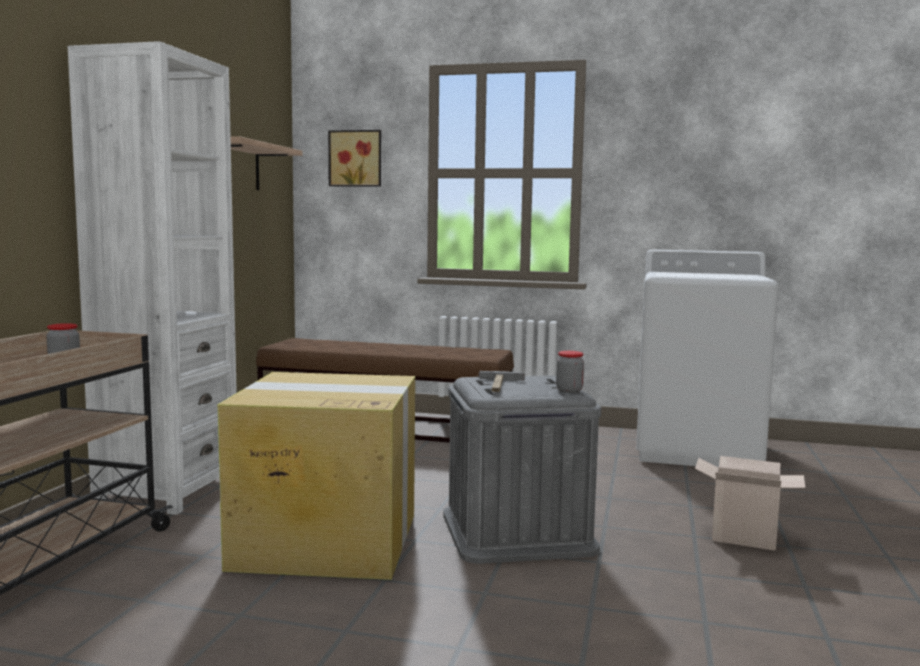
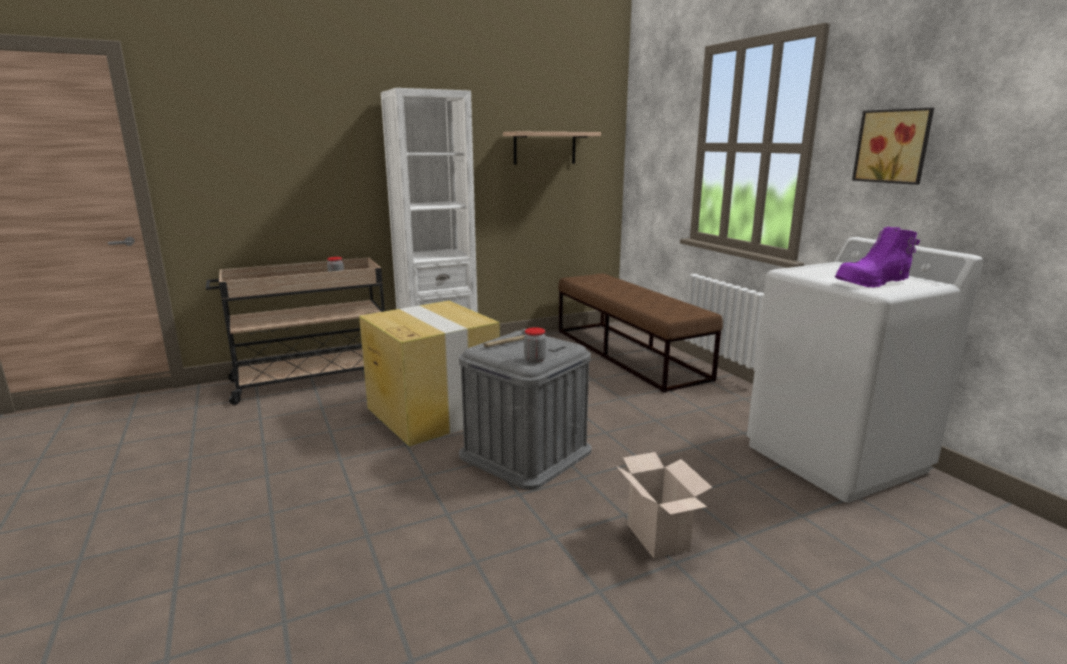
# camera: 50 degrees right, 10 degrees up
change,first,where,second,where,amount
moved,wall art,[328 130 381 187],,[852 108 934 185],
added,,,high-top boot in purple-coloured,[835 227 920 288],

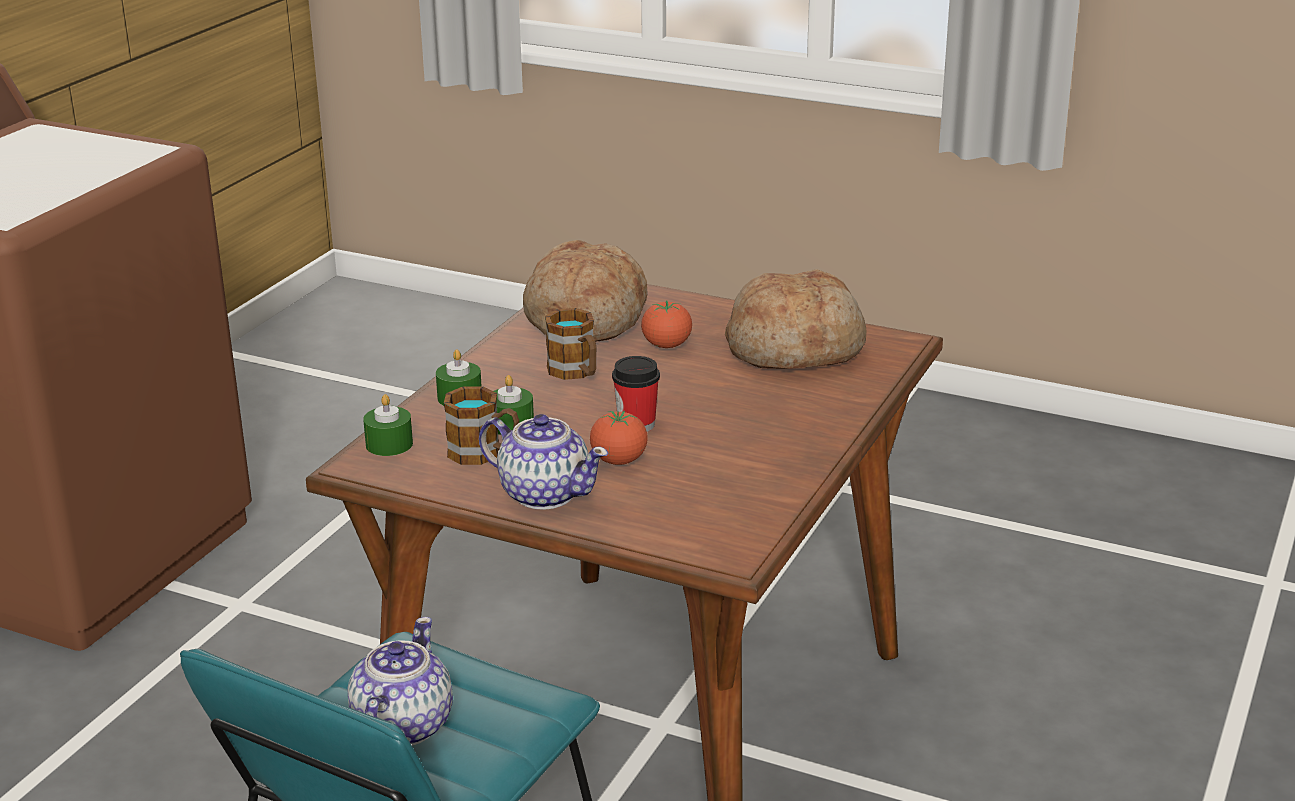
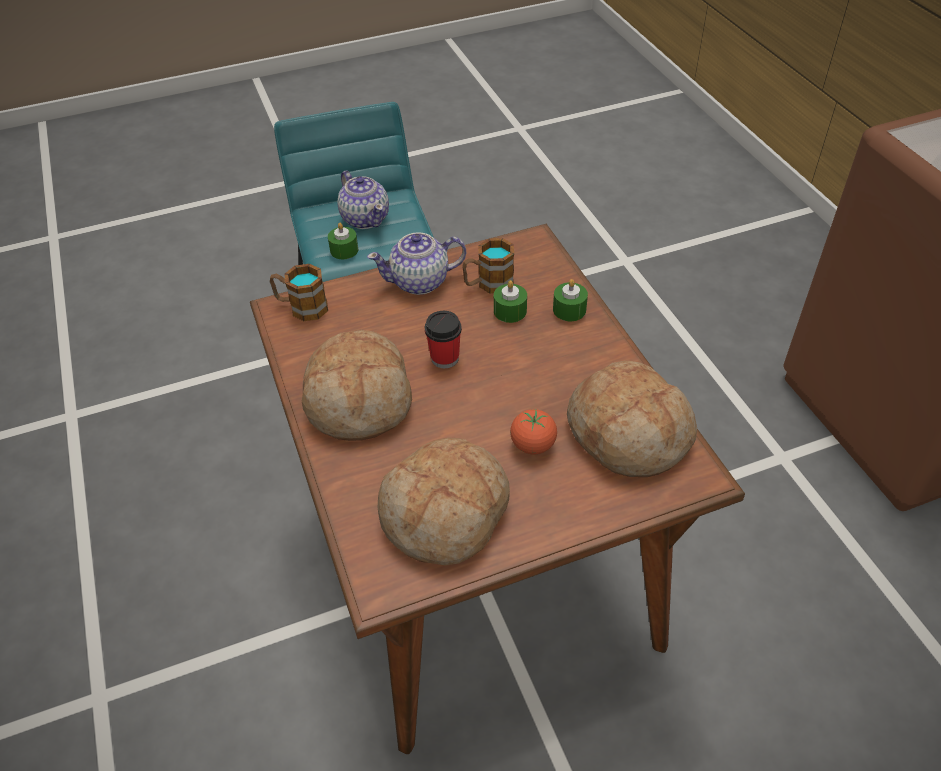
# camera: 135 degrees right, 20 degrees up
change,first,where,second,where,amount
moved,wax candle in green,[363 394 413 456],,[328 223 358 259],
moved,coffee mug,[545 308 597 380],,[270 264 328 321],
removed,tomato,[590 411 648 465],,,
added,,,bakery bread,[302 330 412 441],

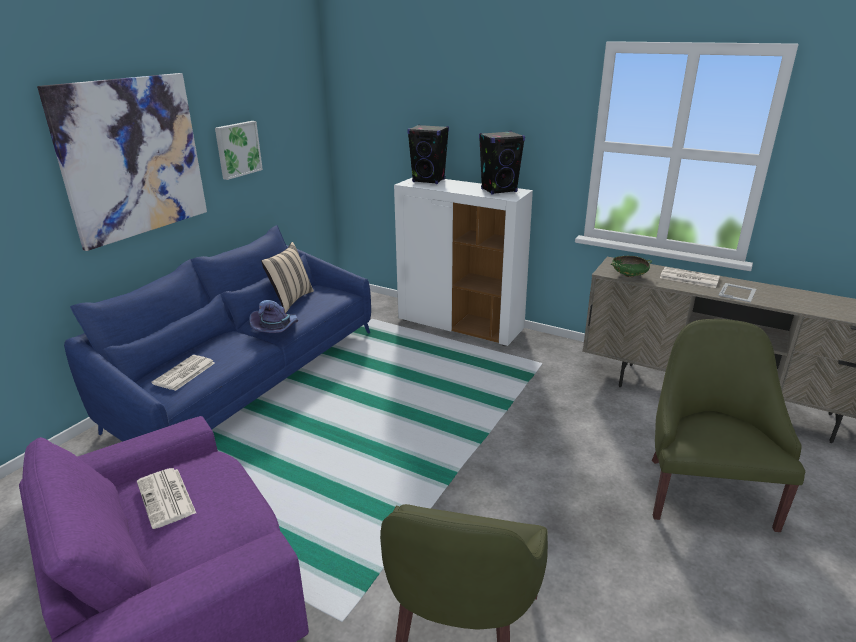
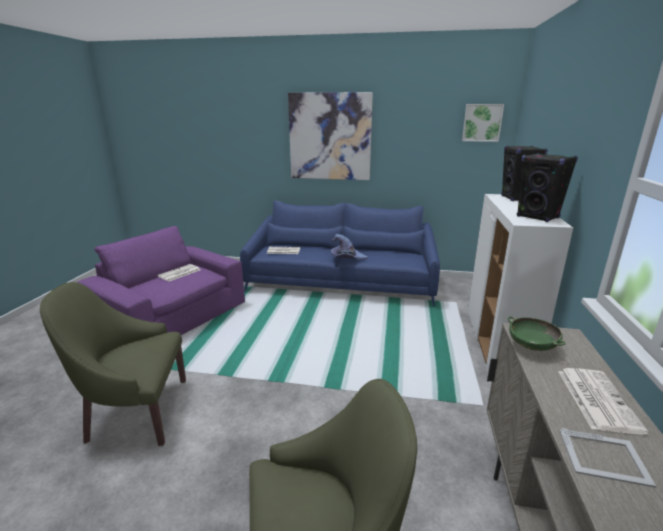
# camera: 70 degrees right, 5 degrees down
change,first,where,second,where,amount
moved,wall art,[215 121 263 180],,[462 104 504 142],
removed,throw pillow in beige,[261 242 314 313],,,

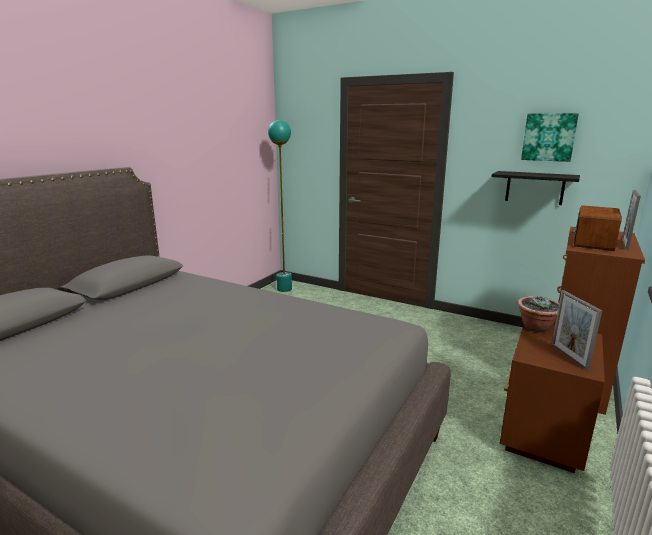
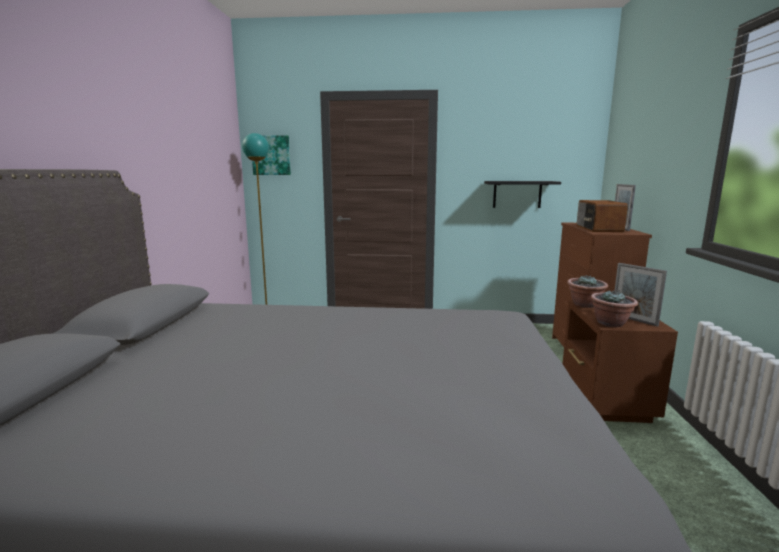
# camera: 25 degrees left, 5 degrees down
change,first,where,second,where,amount
moved,wall art,[521 113 579 162],,[252 135 291 175],
added,,,potted plant,[590 290 638 327],

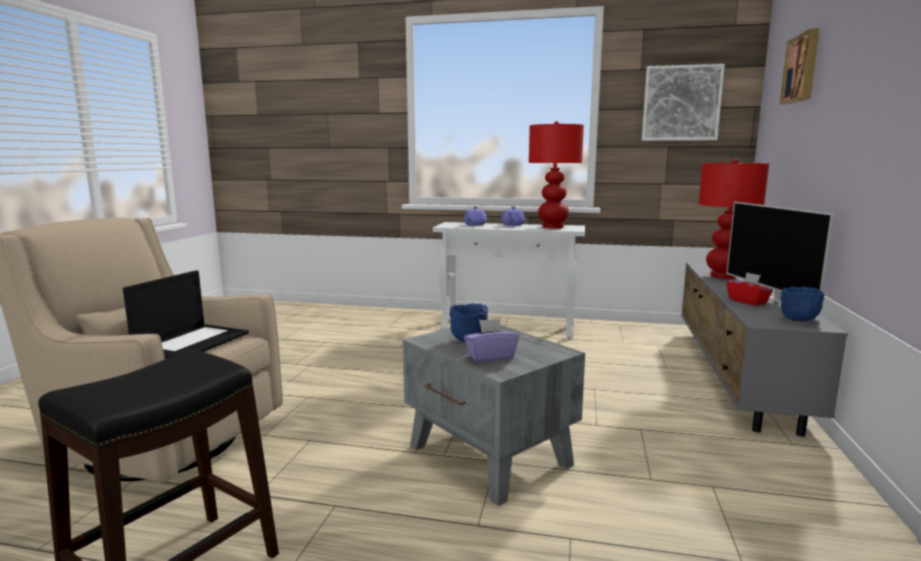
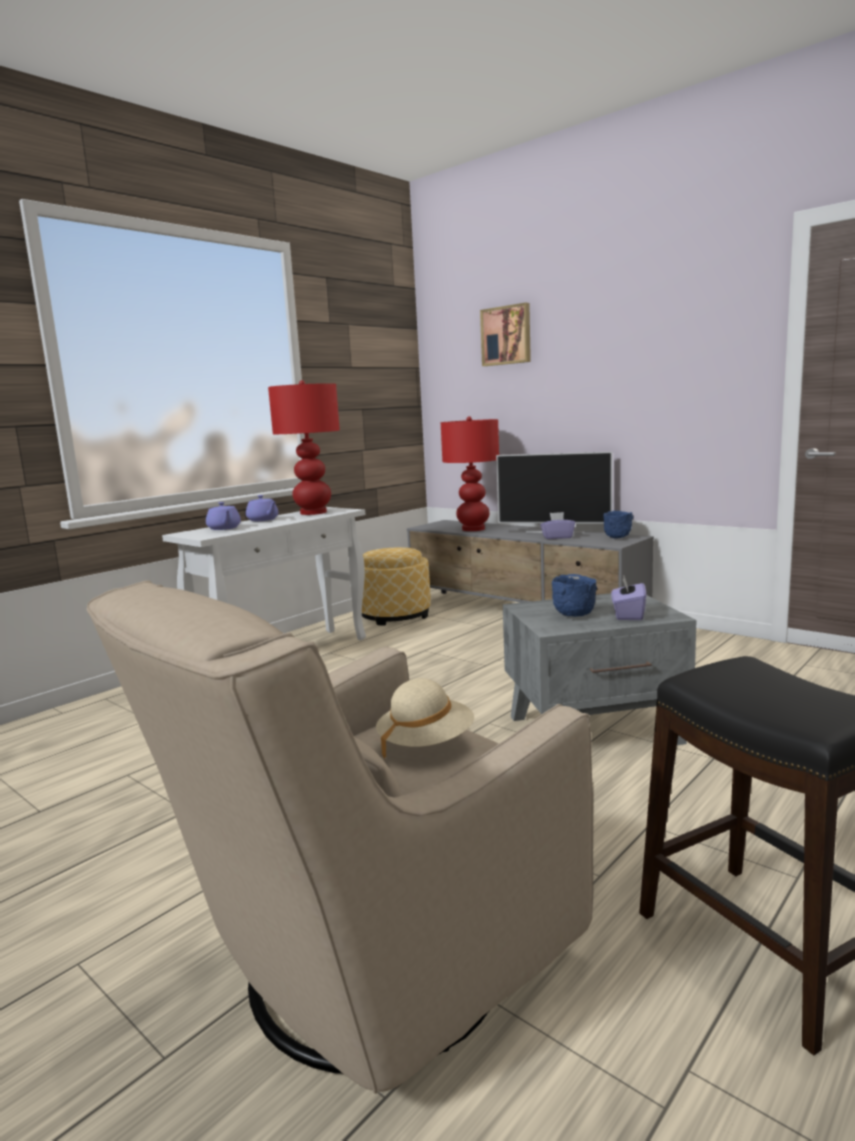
# camera: 60 degrees left, 0 degrees up
change,first,where,second,where,amount
replaced,notebook computer,[123 270 249 359],wearable hat in beige,[376 678 474 759],
removed,wall art,[642 64 725 141],,,
recoloured,box of tissues in red-coloured,[727 273 773 306],box of tissues in purple-coloured,[540 512 575 539],
added,,,pouffe,[362 547 431 626],

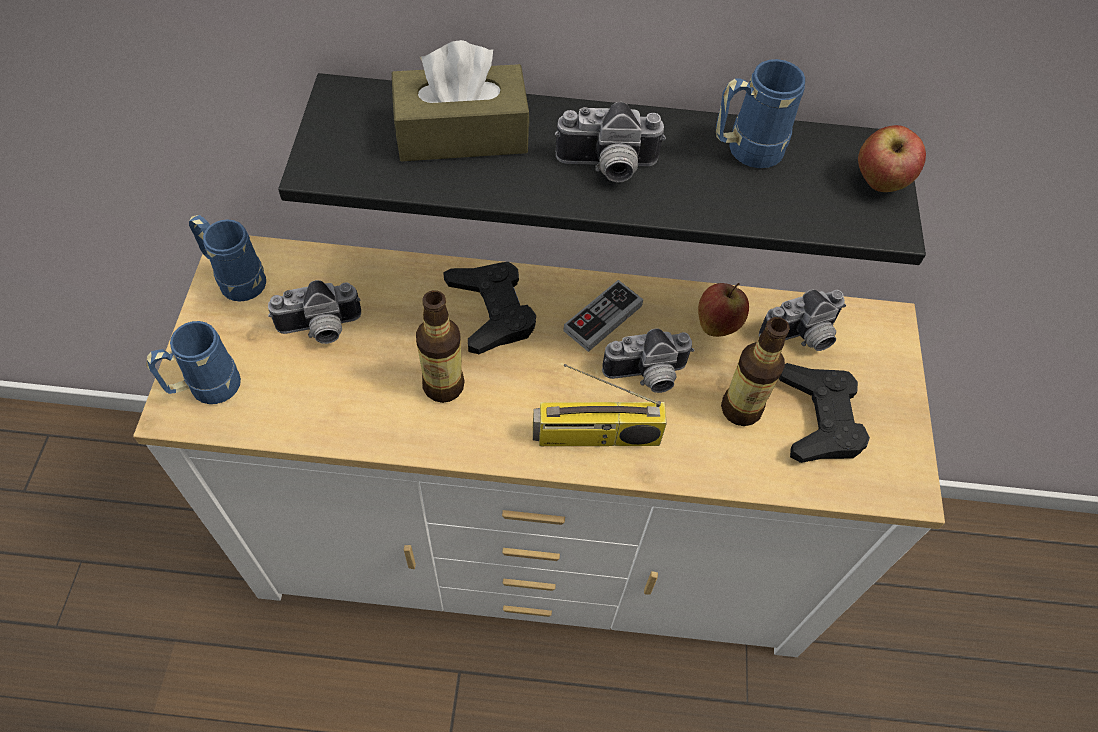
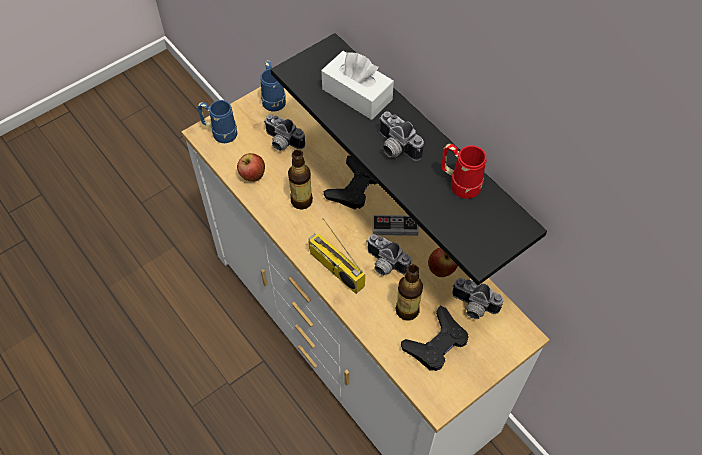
# camera: 50 degrees right, 0 degrees up
change,first,where,second,where,amount
recoloured,box of tissues in brownish,[392 40 530 161],box of tissues in white,[321 51 394 120],
recoloured,coffee mug in bluish,[716 59 805 168],coffee mug in red-coloured,[442 144 486 199],
moved,apple,[858 125 926 192],,[237 153 265 182],

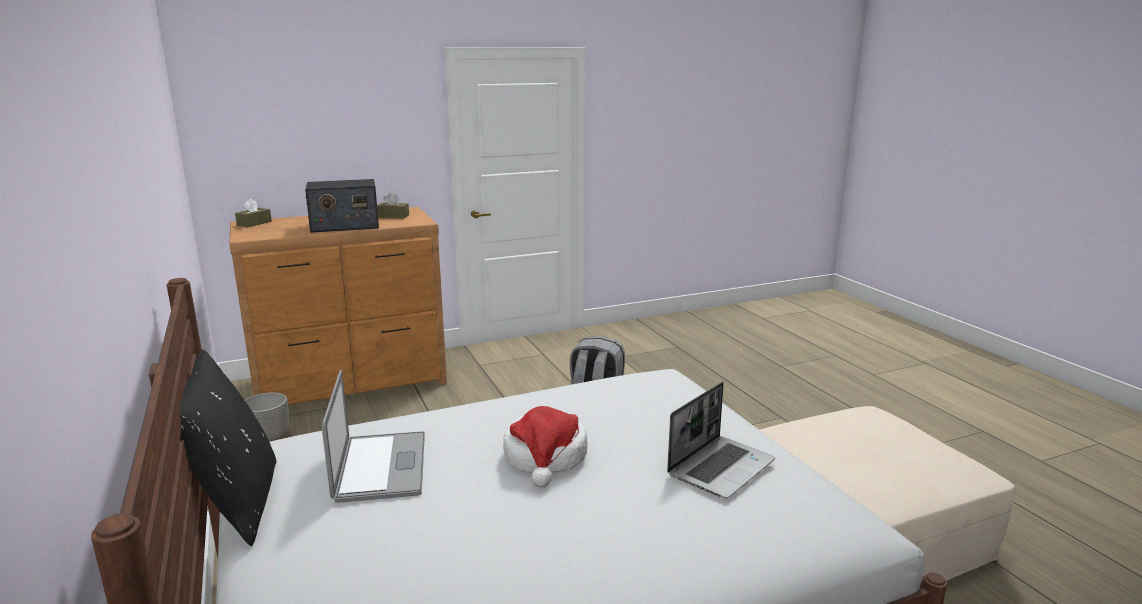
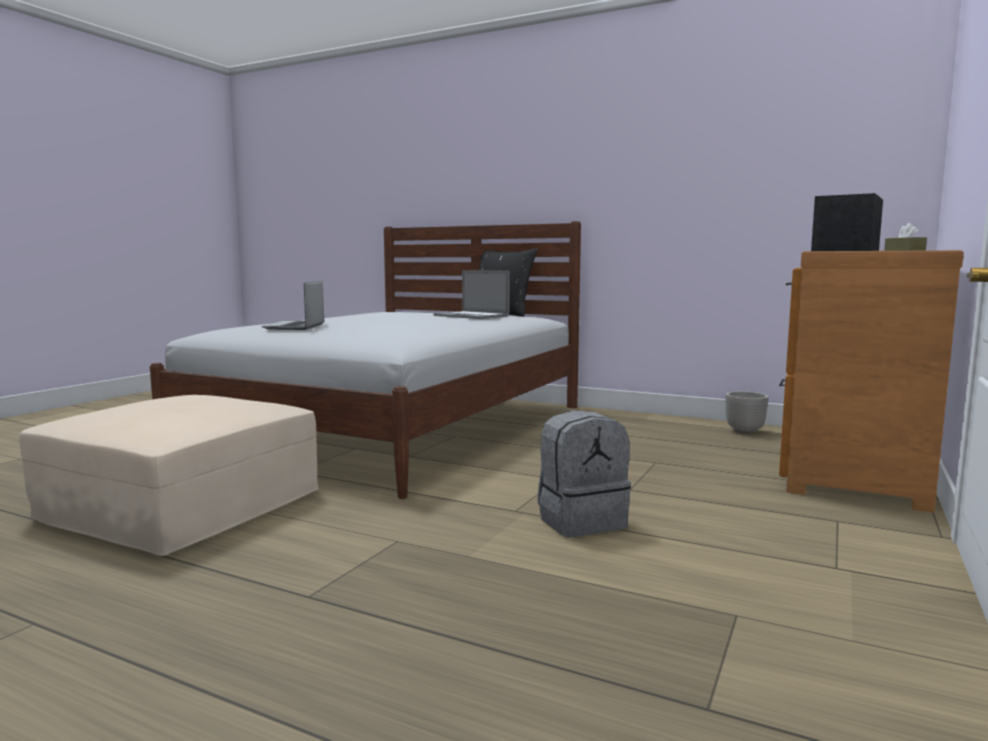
# camera: 140 degrees right, 10 degrees down
change,first,where,second,where,amount
removed,box of tissues in brownish,[377 193 409 219],,,
removed,wearable hat,[503 406 588 487],,,

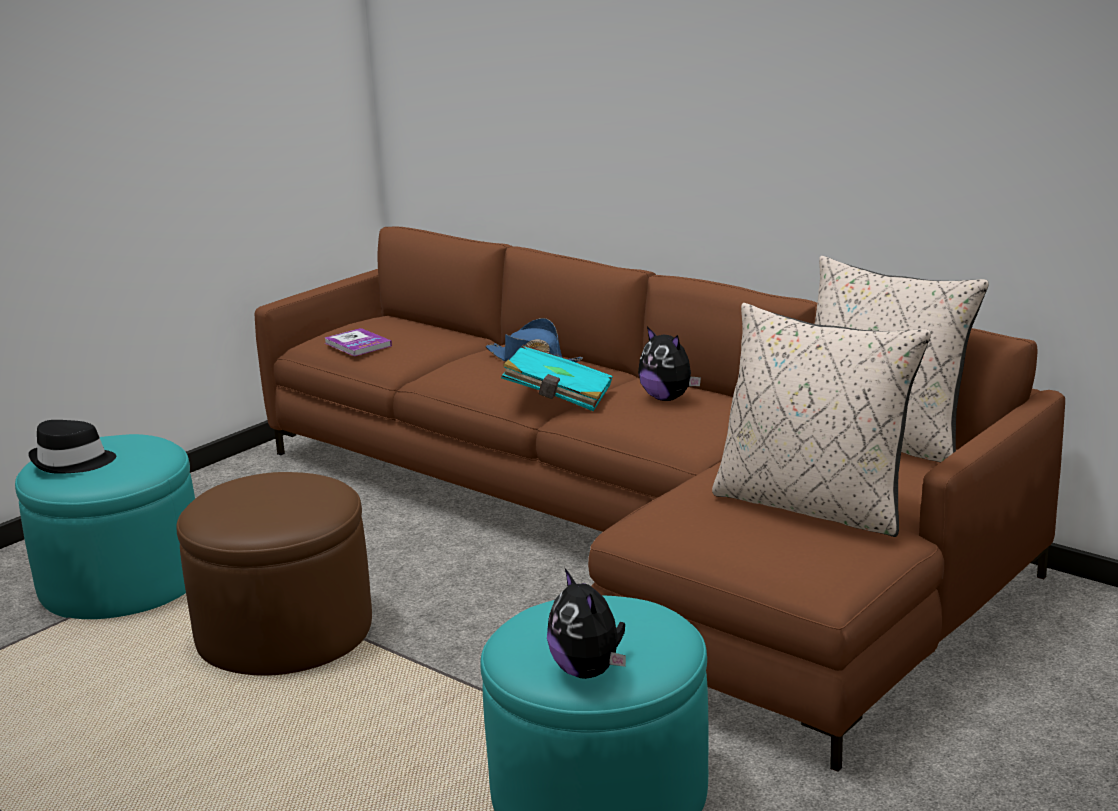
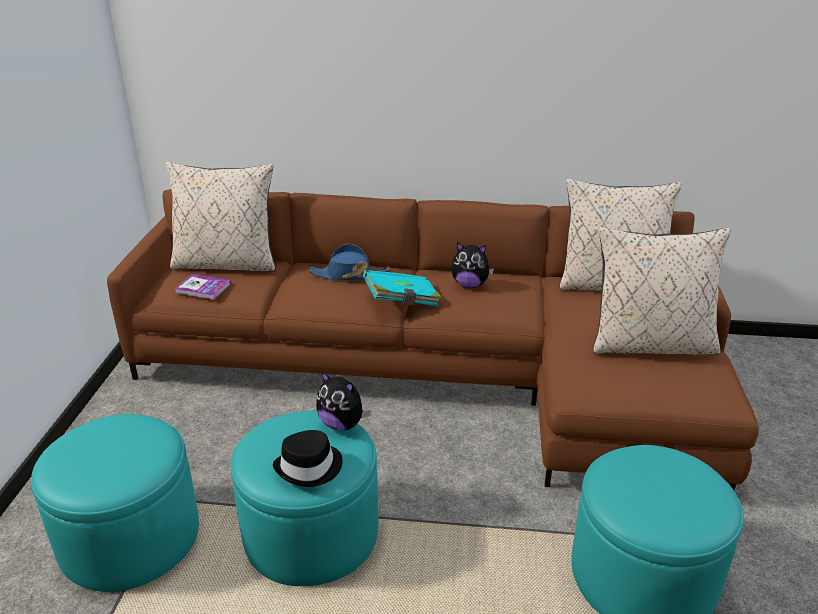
# camera: 35 degrees left, 10 degrees up
change,first,where,second,where,amount
moved,wearable hat in blackish,[28 420 116 474],,[273 430 343 487],
recoloured,pouffe in brownish,[177 472 372 676],pouffe in turquoise,[231 411 378 586],
moved,cuddly toy,[547 569 626 679],,[316 371 371 431],
added,,,throw pillow in beige,[166 162 276 272],

